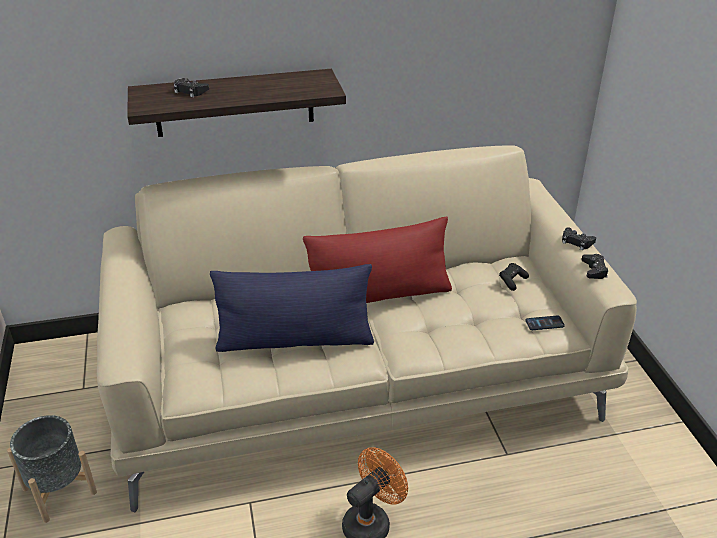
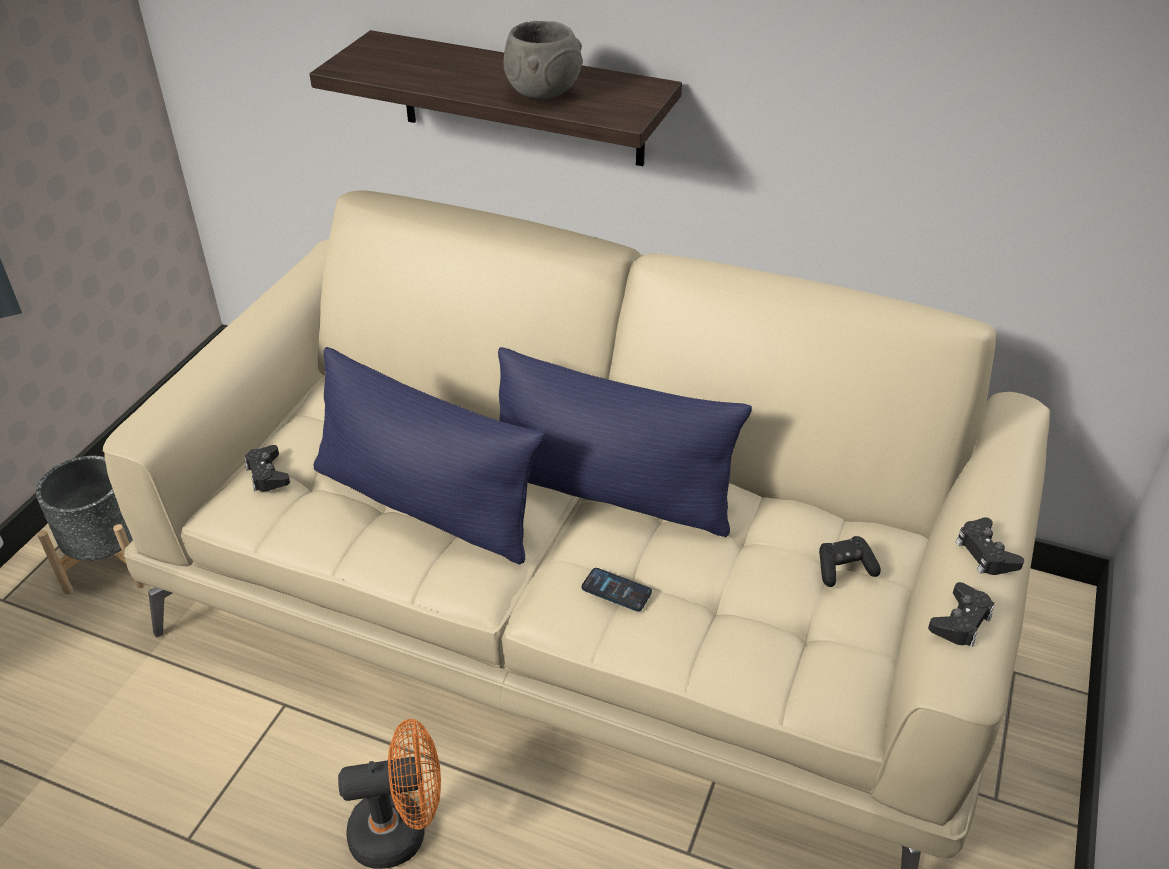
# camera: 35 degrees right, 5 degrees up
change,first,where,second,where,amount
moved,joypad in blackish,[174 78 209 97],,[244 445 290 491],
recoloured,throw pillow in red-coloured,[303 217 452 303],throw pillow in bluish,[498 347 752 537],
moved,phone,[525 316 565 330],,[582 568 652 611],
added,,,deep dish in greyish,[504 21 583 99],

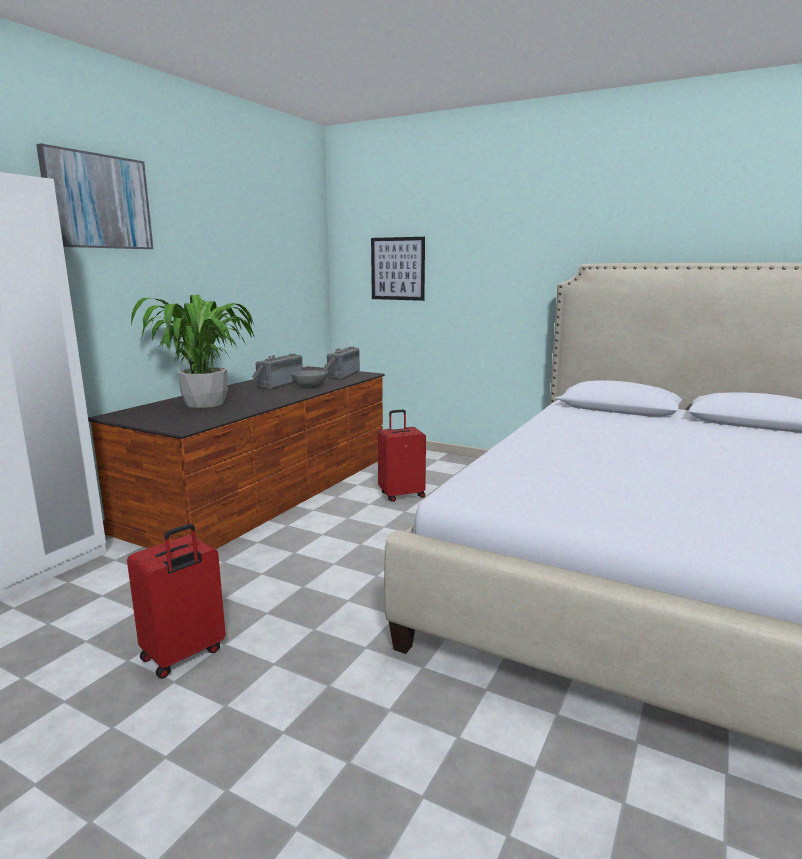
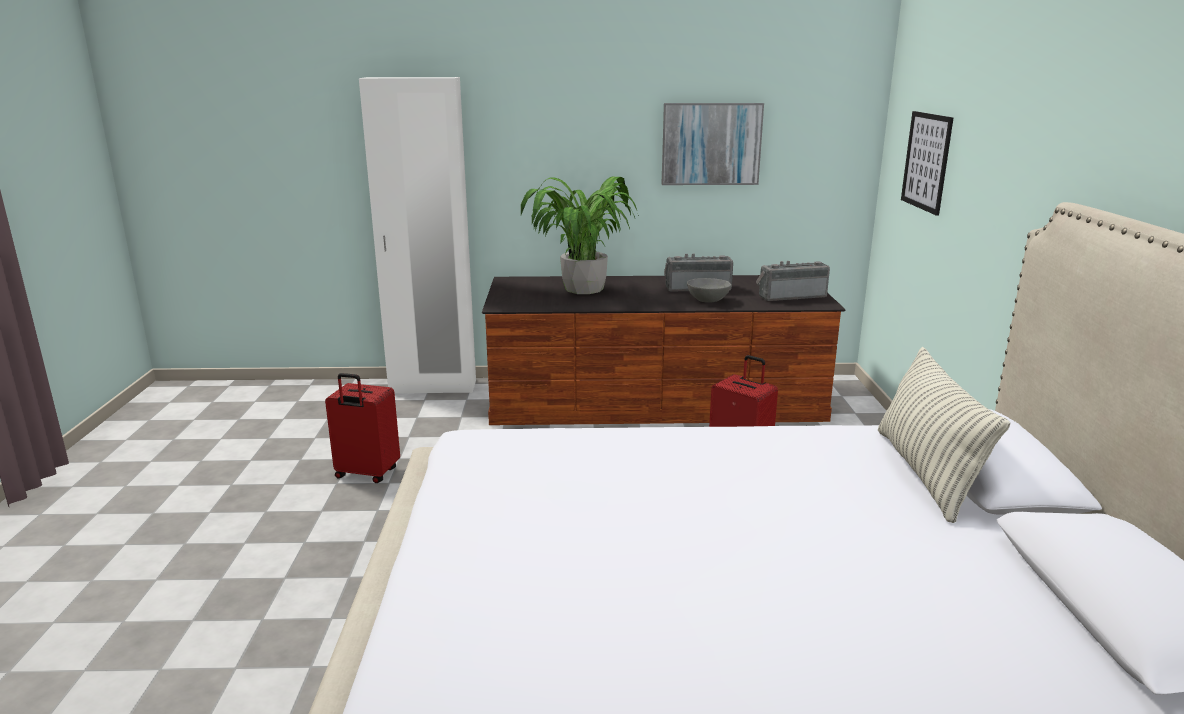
# camera: 60 degrees right, 5 degrees up
change,first,where,second,where,amount
moved,wall art,[36 143 153 249],,[662 103 764 185],
added,,,throw pillow,[878 347 1011 523],

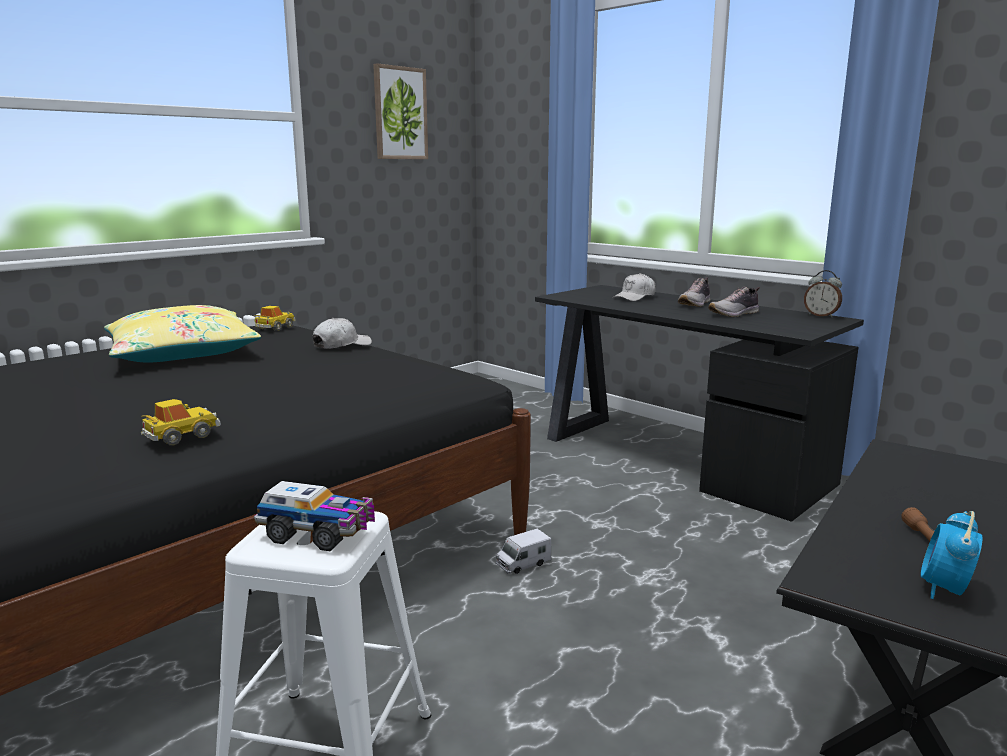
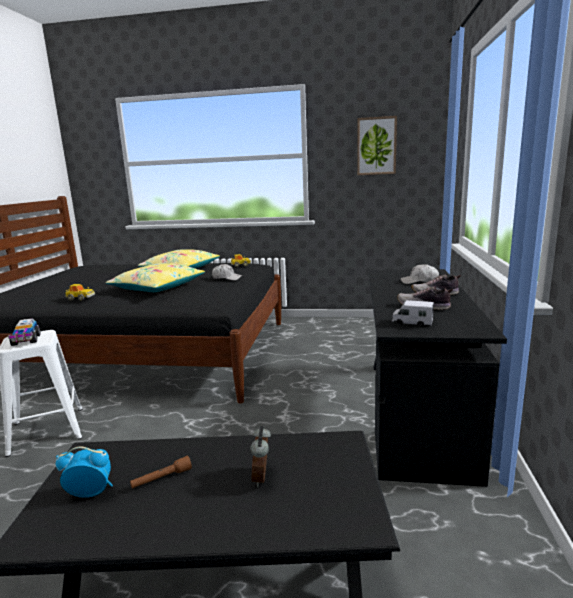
# camera: 55 degrees right, 0 degrees up
change,first,where,second,where,amount
moved,toy truck,[496 529 551 574],,[392 300 434 327],
moved,table clock,[804 270 842 318],,[250 426 271 487],
added,,,throw pillow in yellowish,[106 263 205 292],

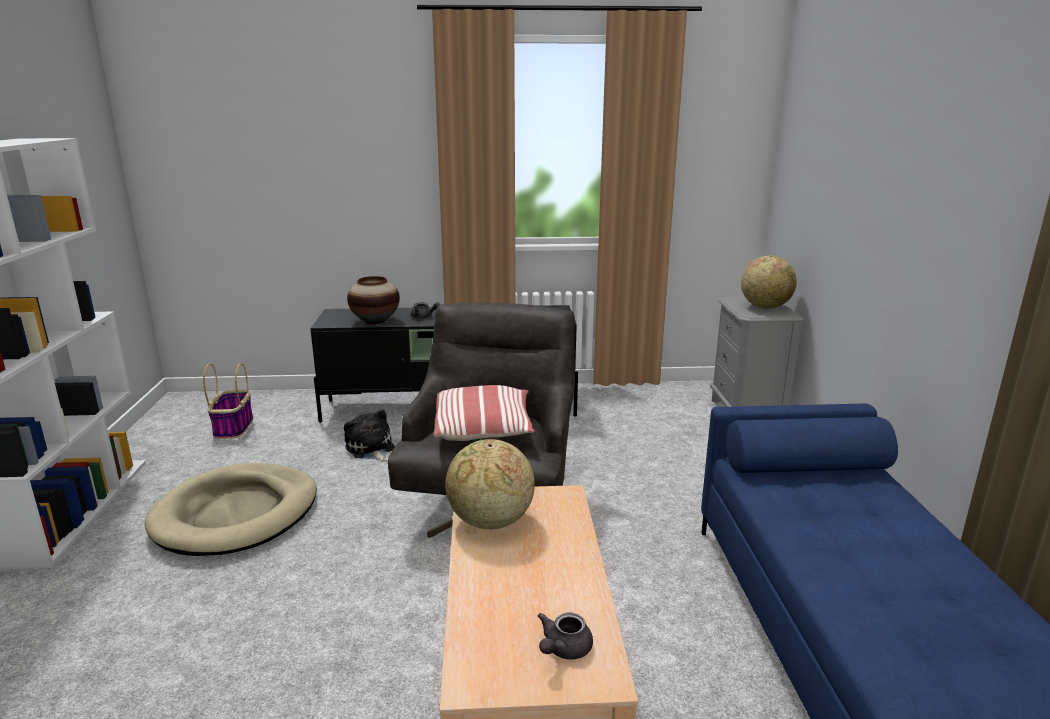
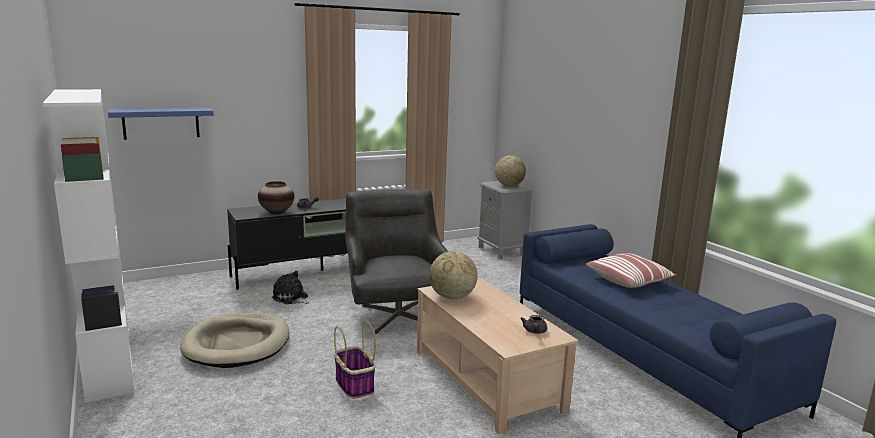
# camera: 25 degrees left, 5 degrees down
change,first,where,second,where,amount
moved,basket,[203 363 253 439],,[334 321 376 399],
moved,throw pillow,[434 385 535 441],,[586 253 677 288],
added,,,wall shelf in bluish,[108 108 214 140],

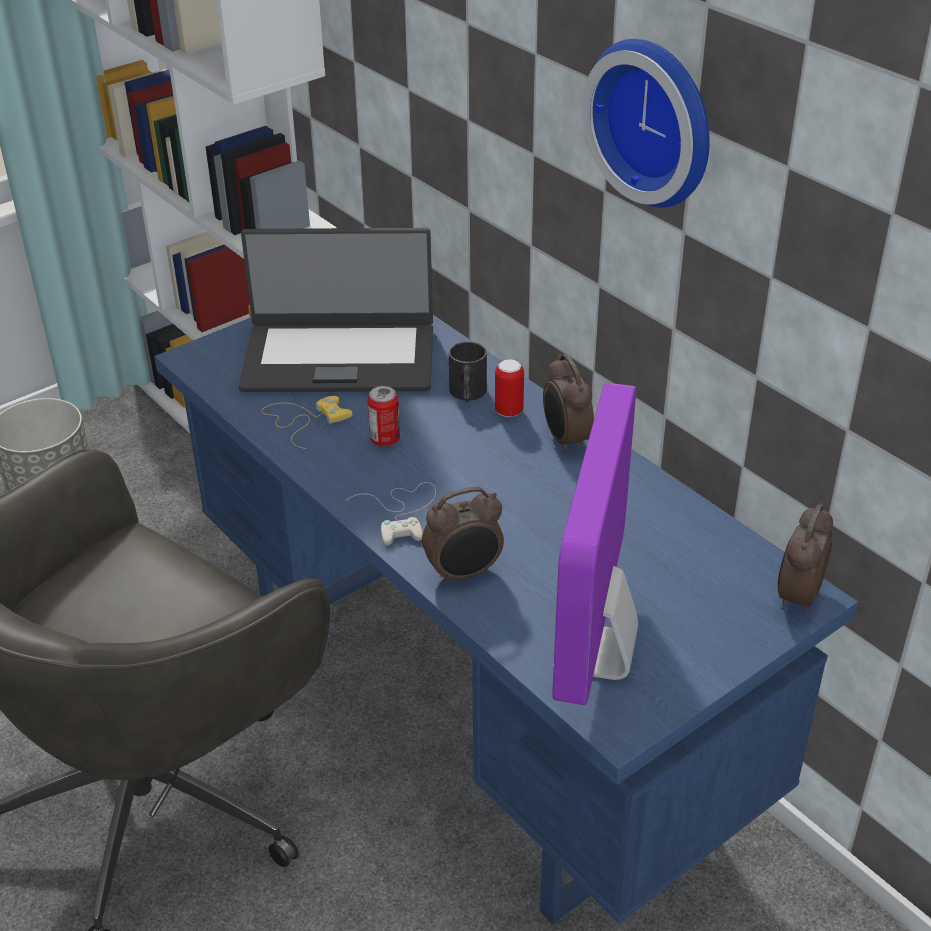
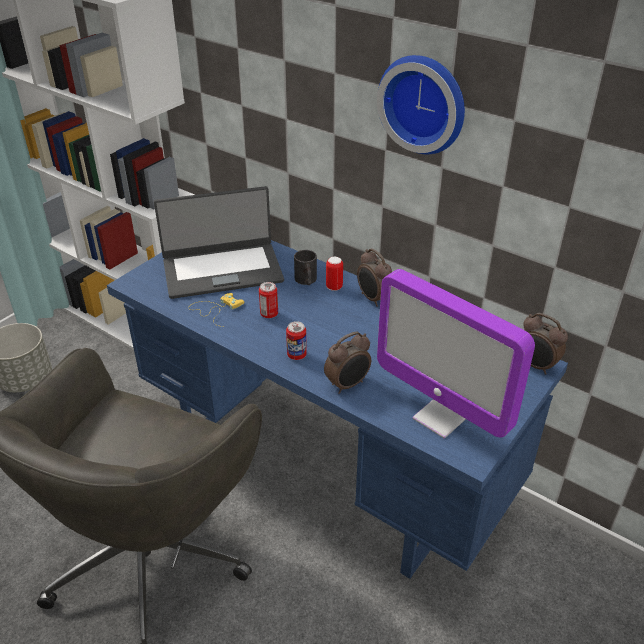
# camera: 15 degrees left, 0 degrees up
change,first,where,second,where,amount
replaced,joypad in white,[346 482 436 545],metal can,[286 321 307 360],
turned,monitor,[552 383 638 705],,[377 269 535 438],45 degrees counterclockwise
turned,table clock,[778 503 833 613],,[523 313 568 375],60 degrees counterclockwise

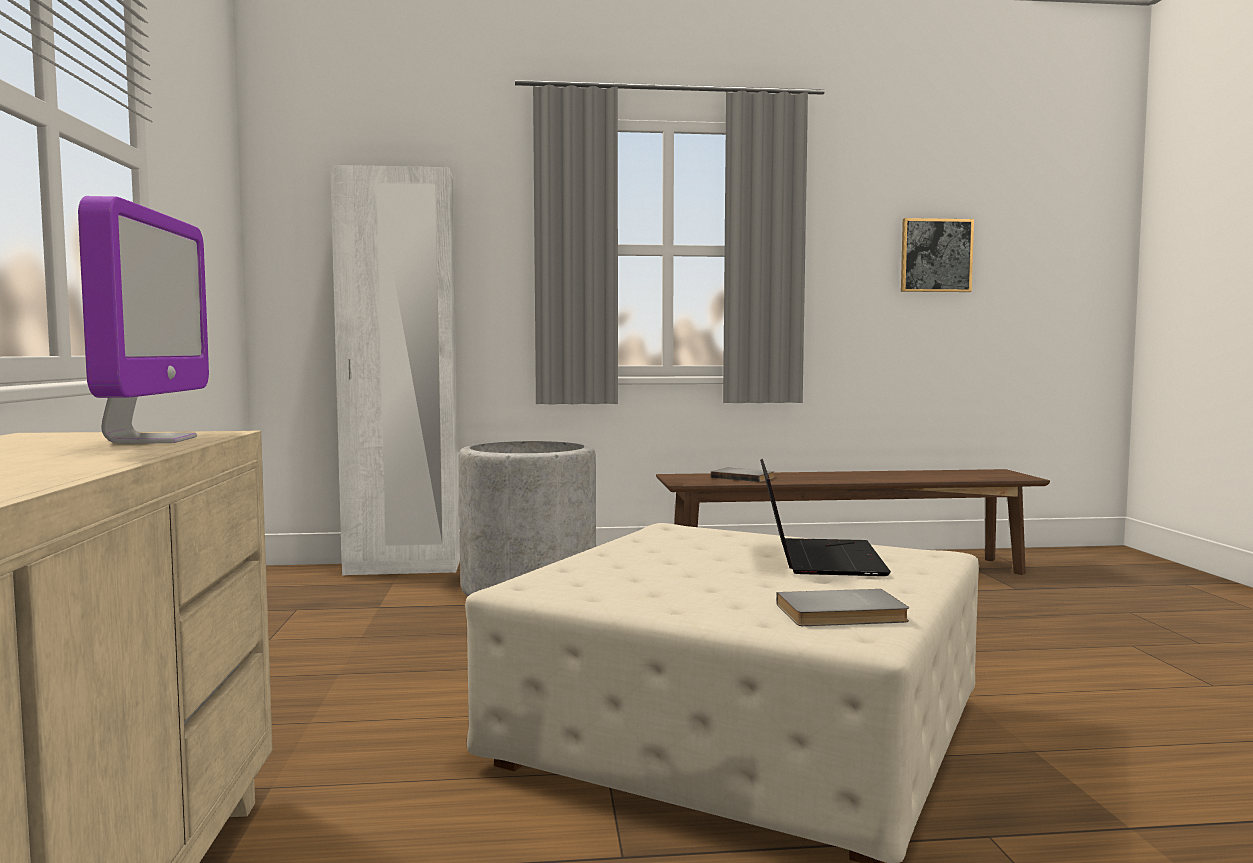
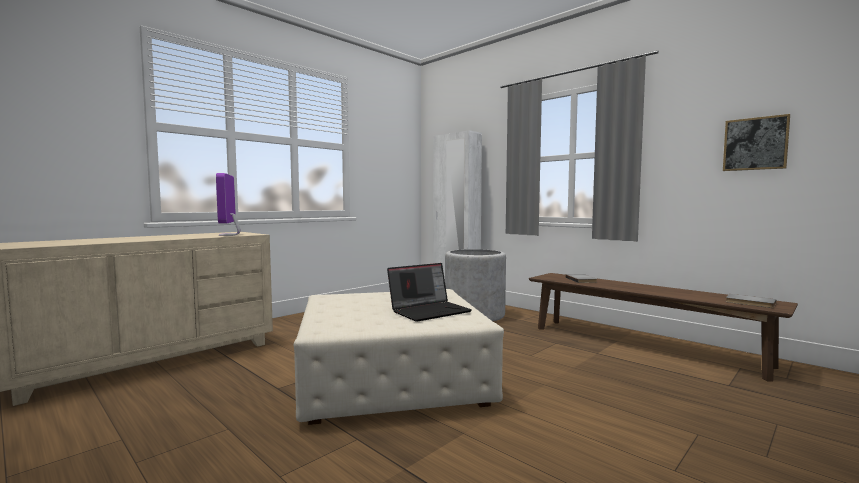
# camera: 50 degrees right, 0 degrees up
change,first,where,second,where,amount
turned,monitor,[78 196 209 444],,[216 173 241 236],120 degrees clockwise
moved,bound book in greyish,[776 589 909 626],,[726 294 776 308],

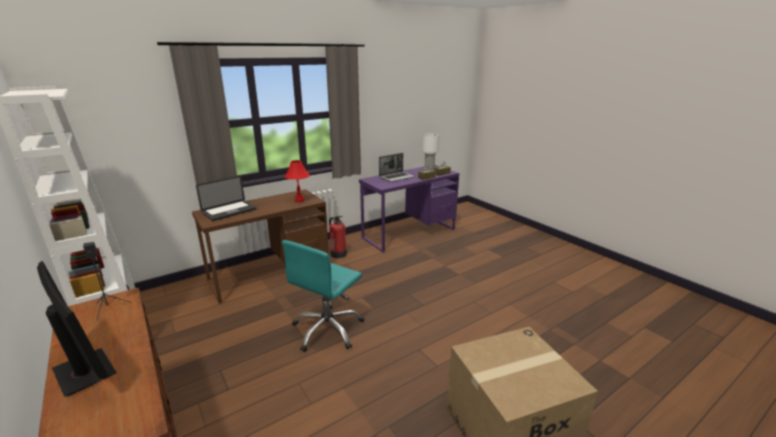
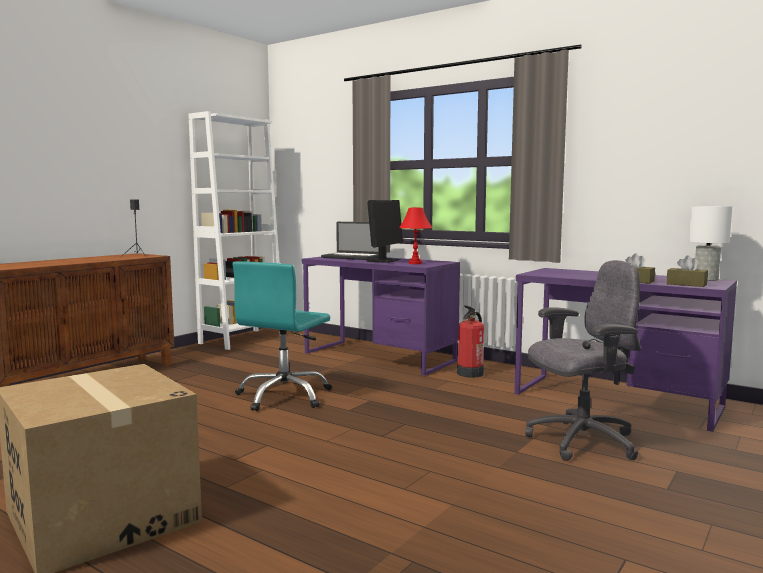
# camera: 70 degrees right, 15 degrees down
change,first,where,second,where,amount
moved,monitor,[37 261 117 397],,[367 200 403 263],
recoloured,desk unit in brownish,[192 189 329 304],desk unit in purple-coloured,[302 257 460 376],
turned,desk chair in turquoise,[282 240 364 352],,[233 261 332 411],75 degrees counterclockwise
removed,notebook computer,[379 153 415 182],,,
added,,,desk chair in greyish,[525 260 641 461],

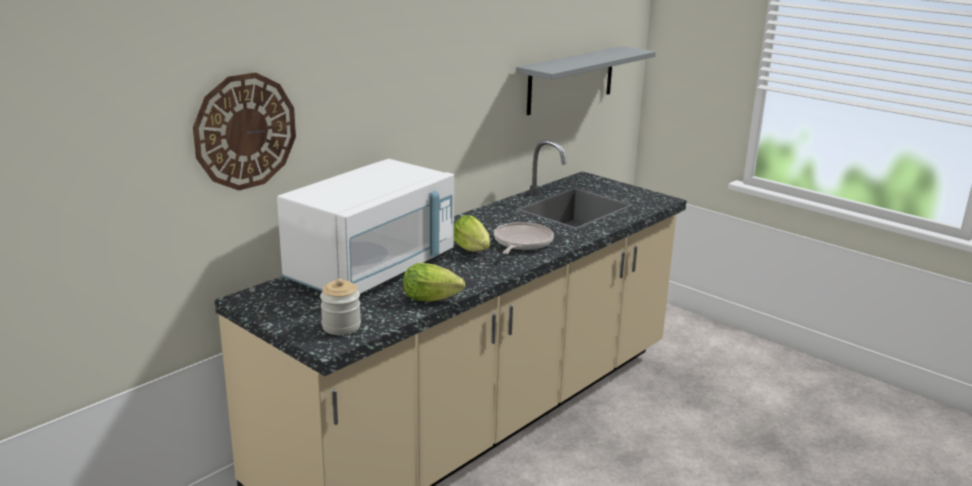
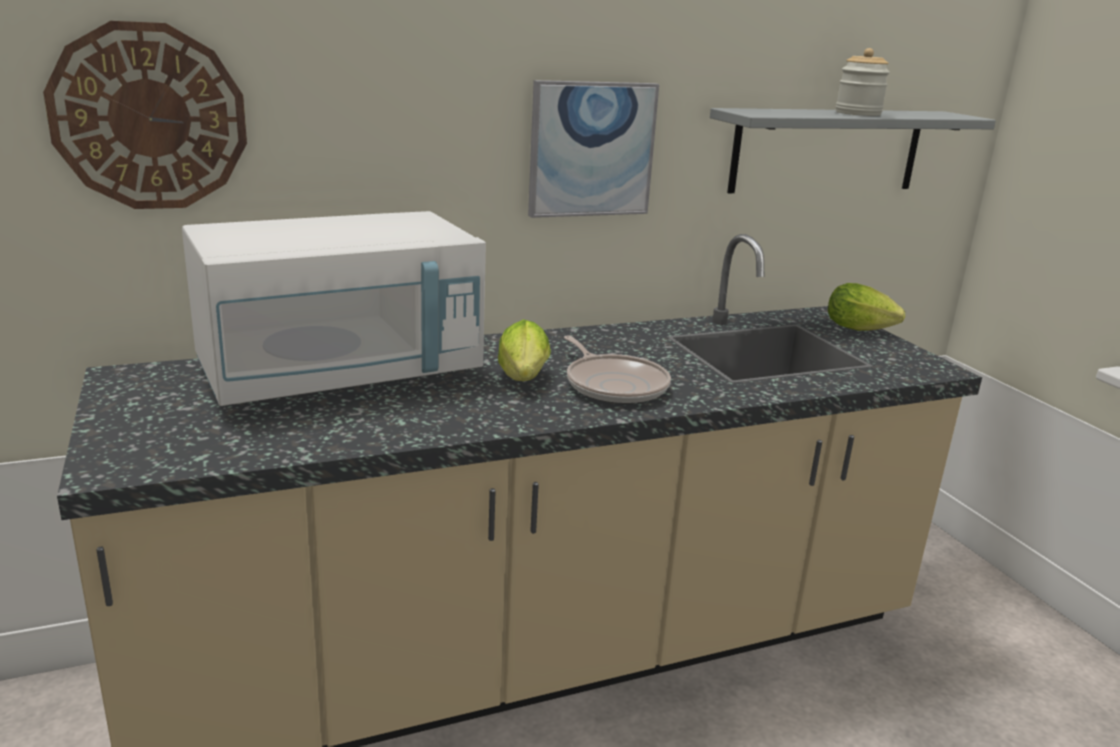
# camera: 25 degrees right, 0 degrees up
change,first,where,second,where,amount
moved,preserve jar,[320 278 361 335],,[836 48 890 116],
moved,head of lettuce,[403 263 465 302],,[828 283 905 331],
turned,pan,[494 222 554 254],,[564 336 671 404],105 degrees clockwise
added,,,wall art,[528 80 659 218],

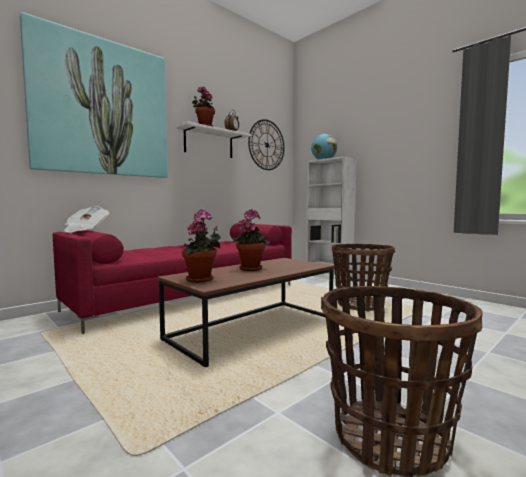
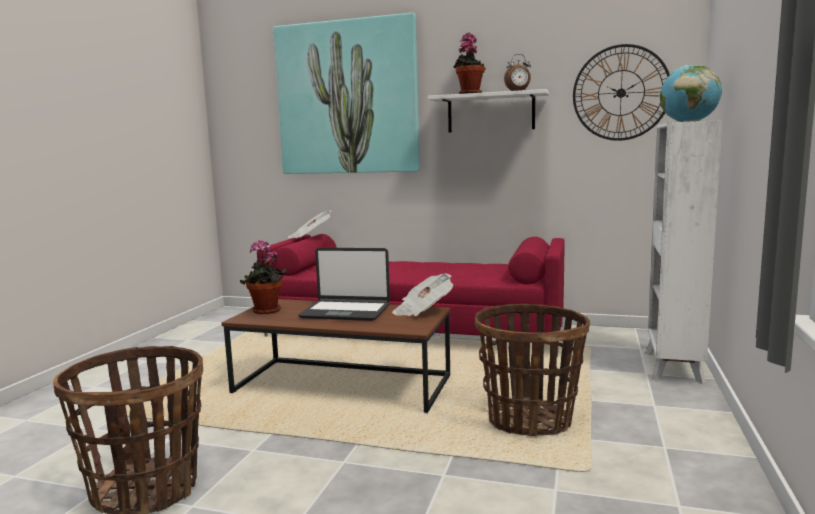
# camera: 60 degrees right, 5 degrees up
change,first,where,second,where,amount
replaced,potted plant,[232 209 270 271],notebook computer,[298 248 390 321],
added,,,daily paper,[392 274 453 316],

